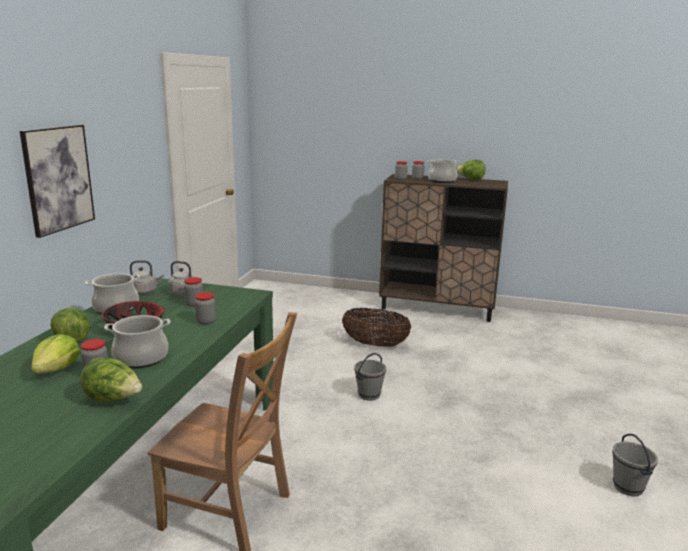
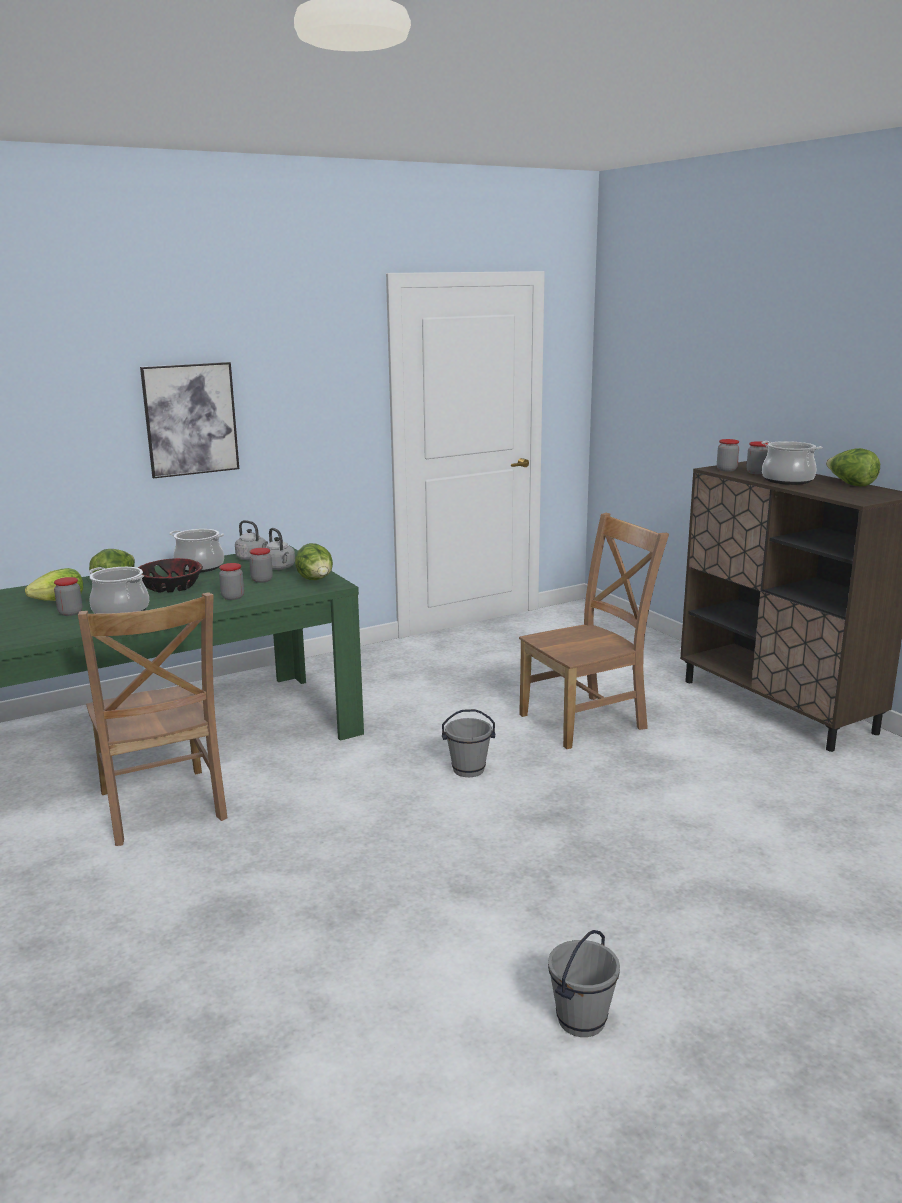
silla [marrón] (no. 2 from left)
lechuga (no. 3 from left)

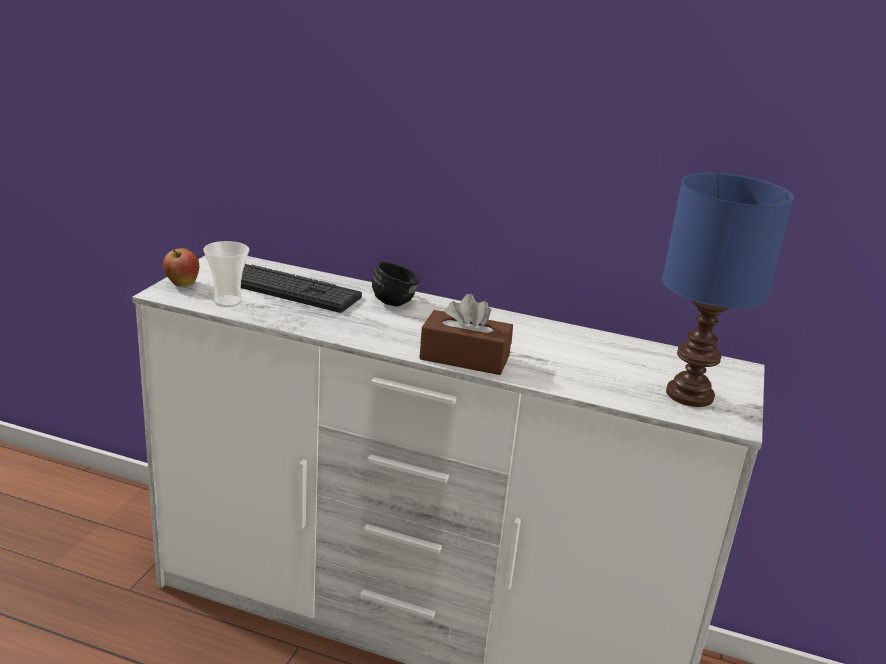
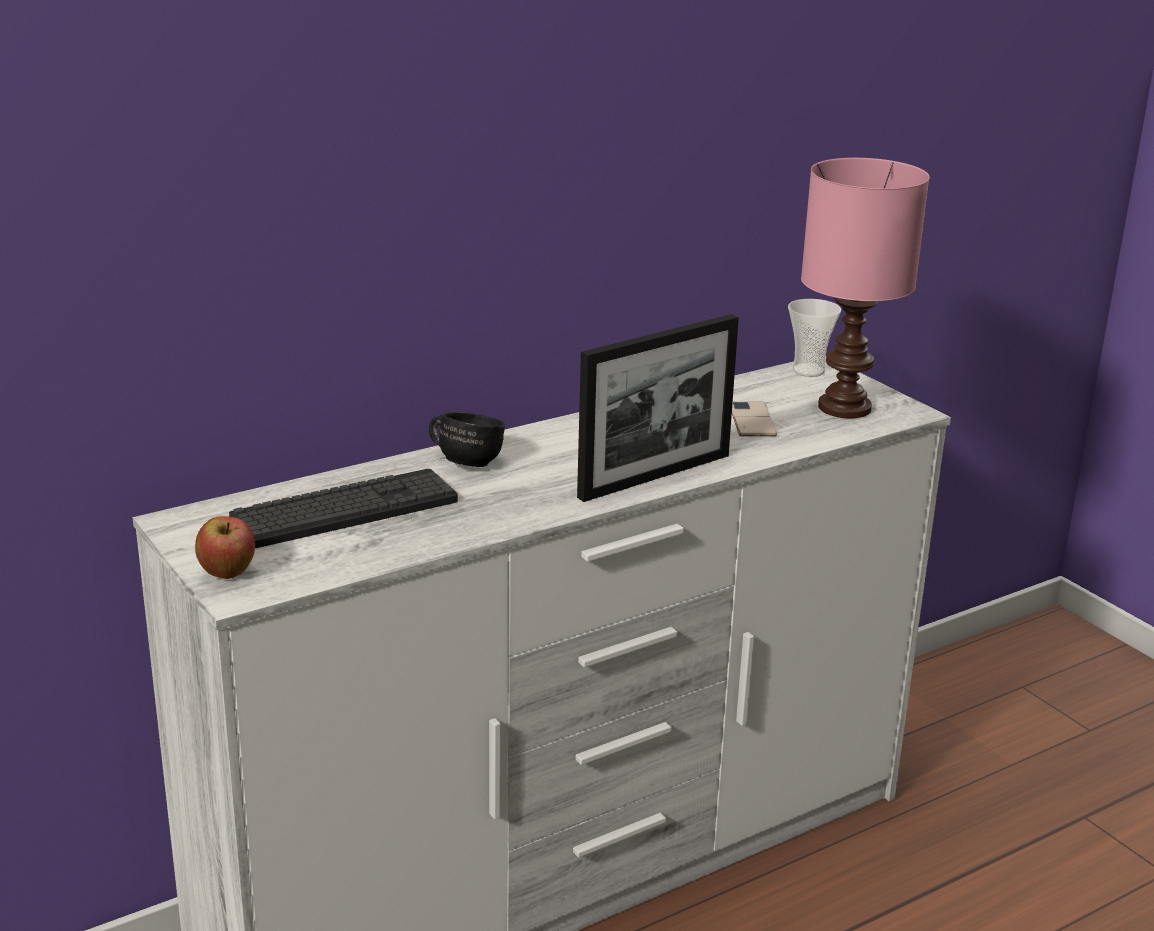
lámpara de mesa [rosa]
taza
portarretratos
móvil

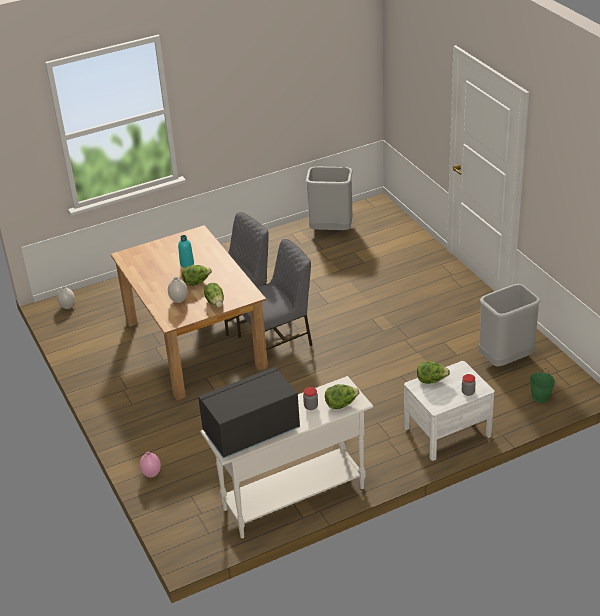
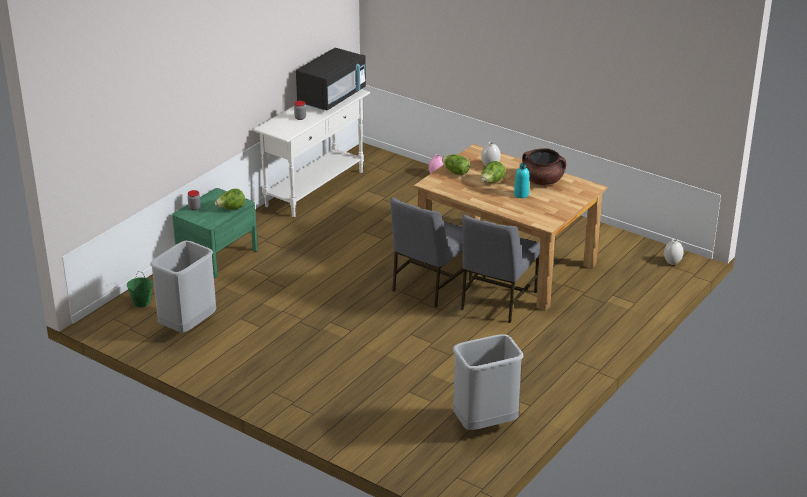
mesita de noche [verde]
lechuga (no. 3 from left in the first image)
olla [marrón]

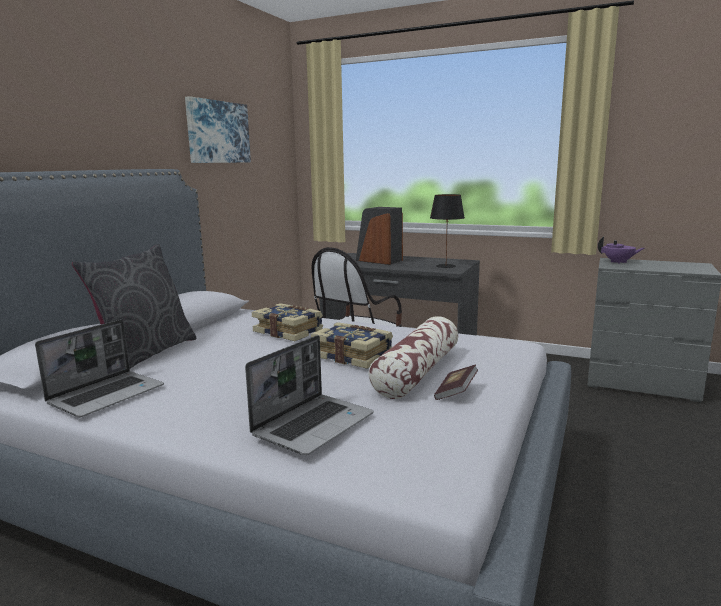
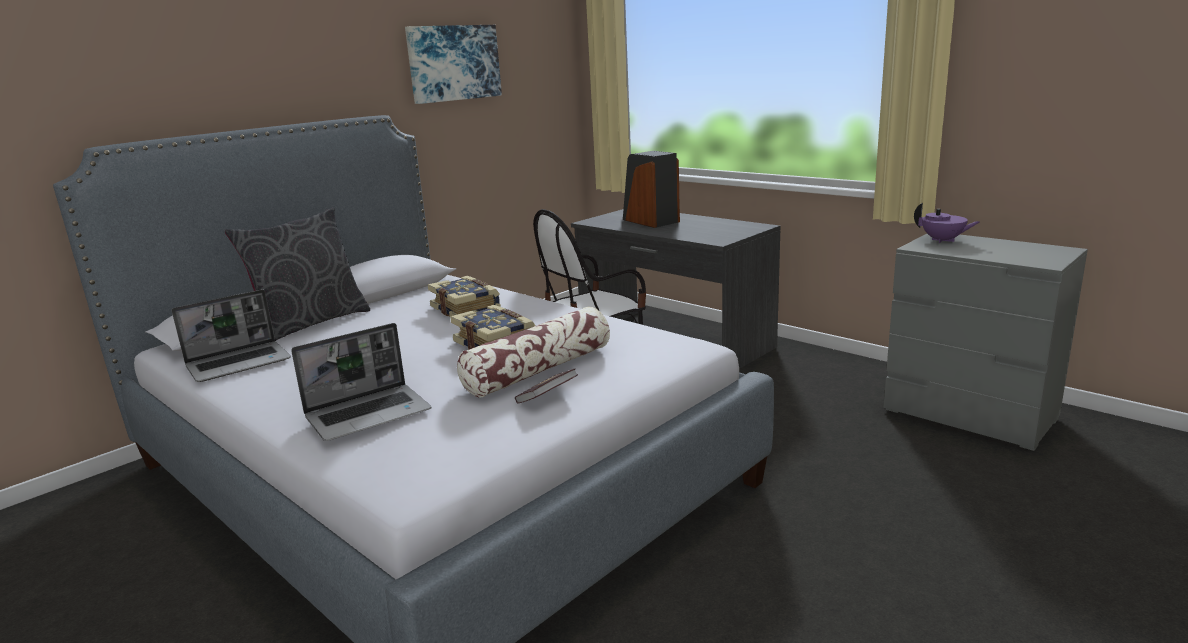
lámpara de mesa [negro]

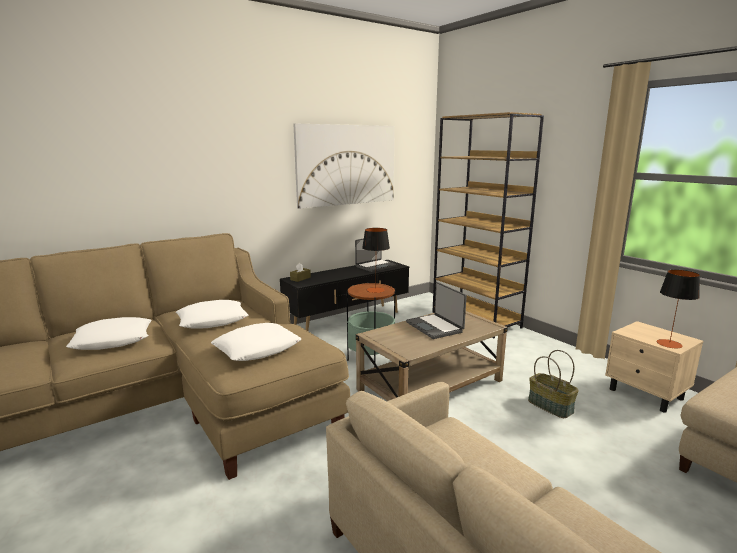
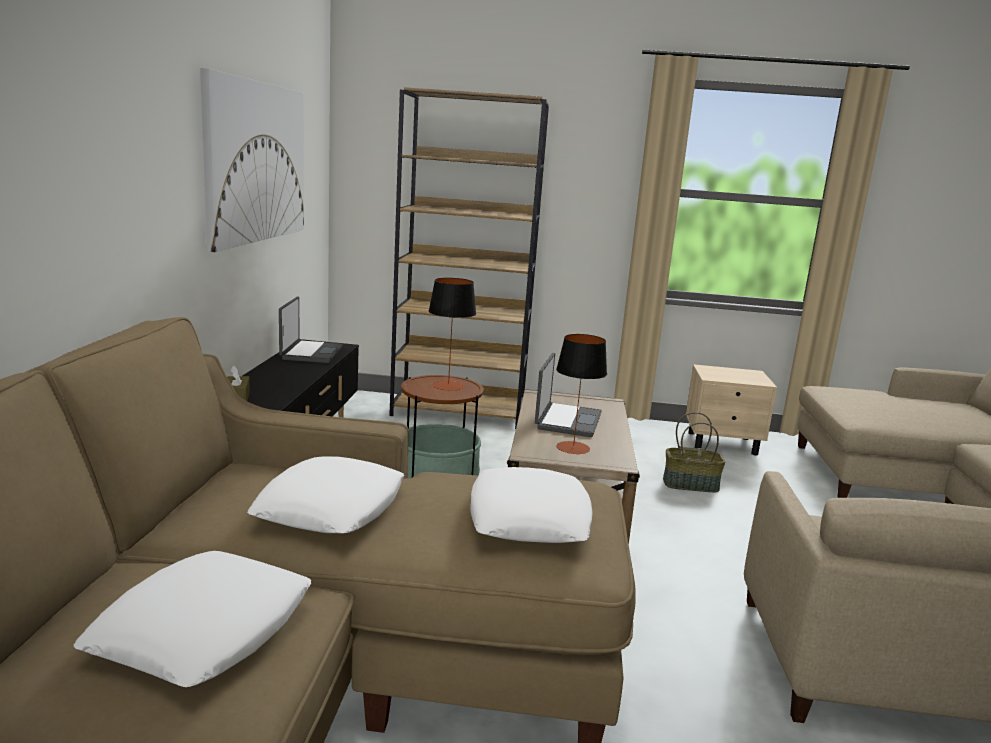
lámpara de mesa (no. 2 from left)
portátil (no. 2 from left)

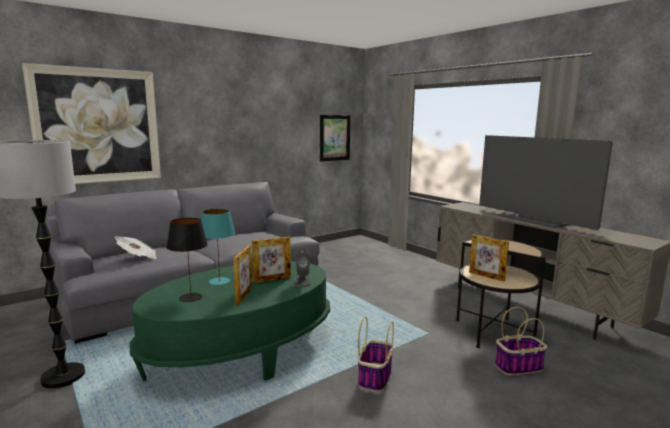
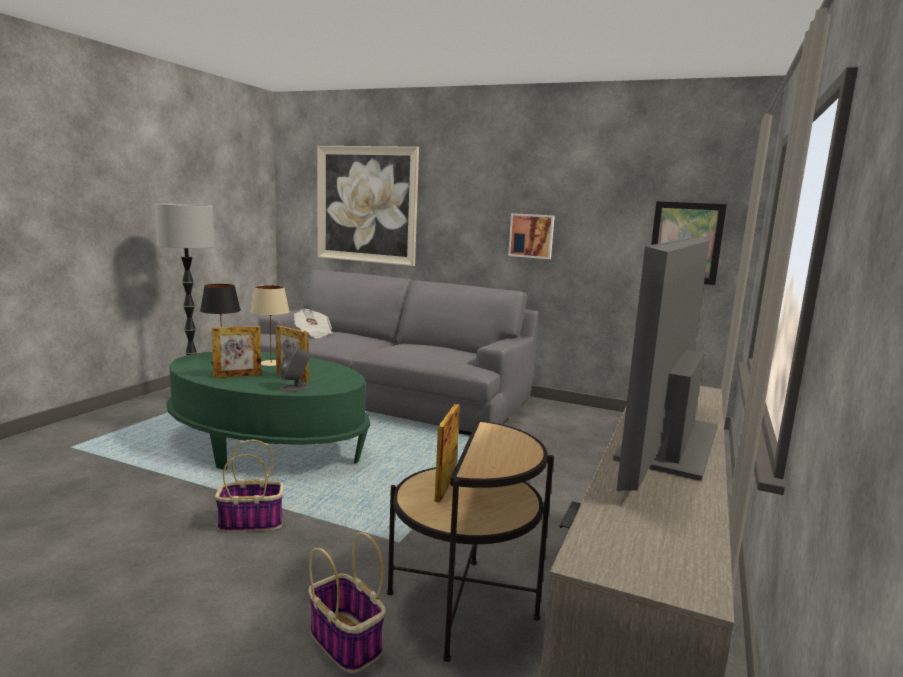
lámpara de mesa [beis]
cuadro (no. 2 from left)

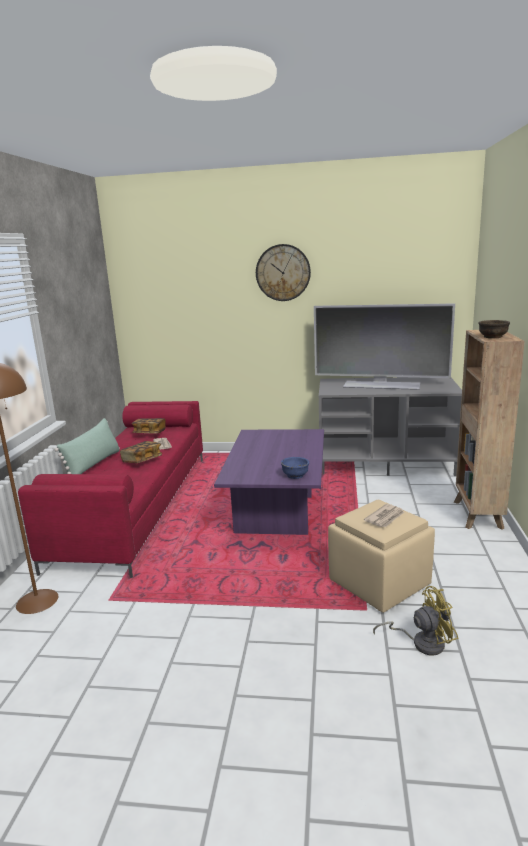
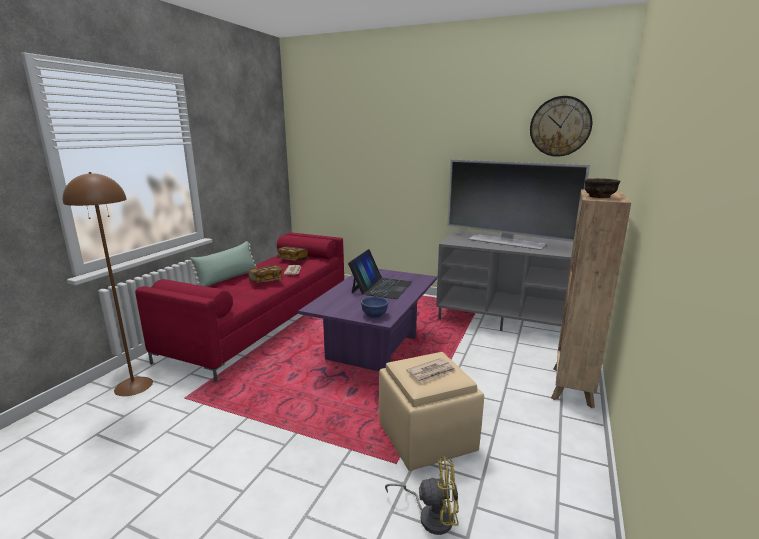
reloj de pared
portátil

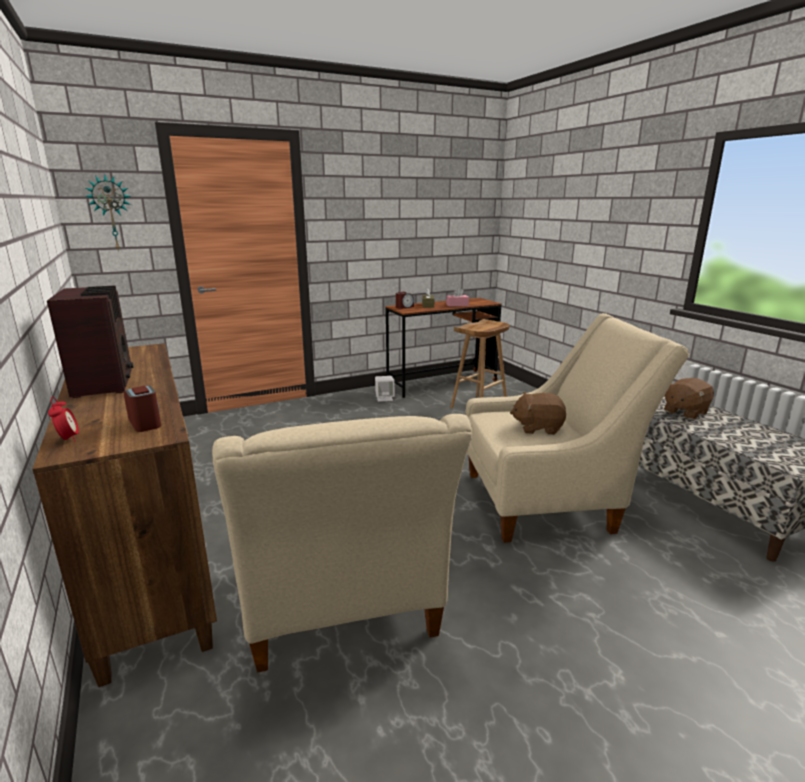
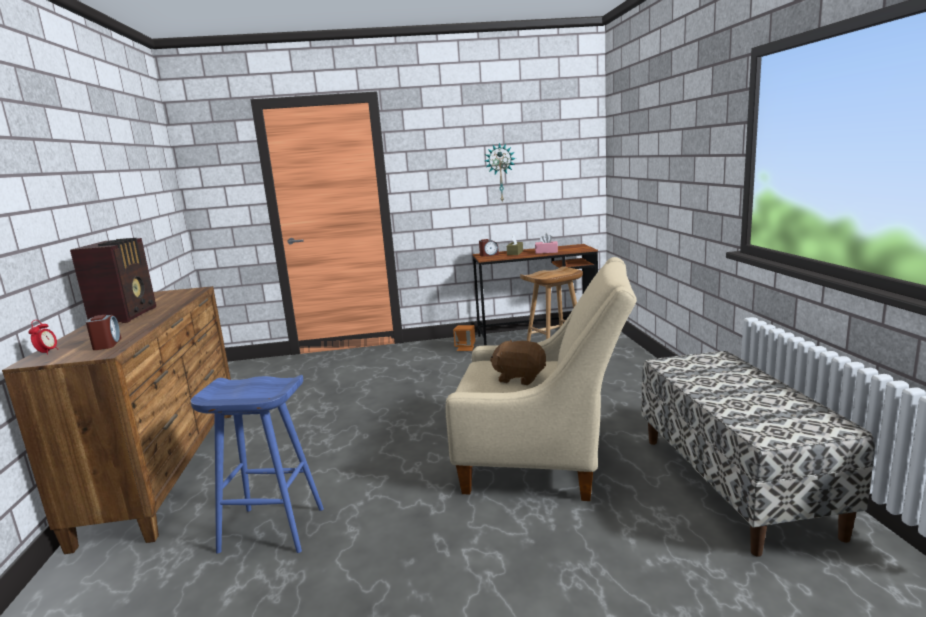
reloj de pared
altavoz [naranja]
peluche [marrón] (no. 2 from left in the first image)
taburete [azul]

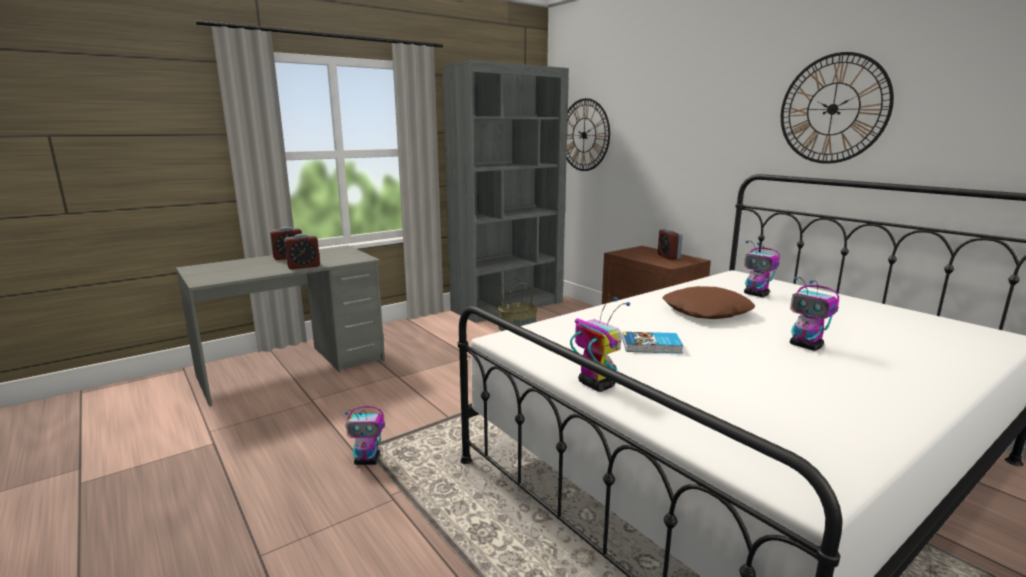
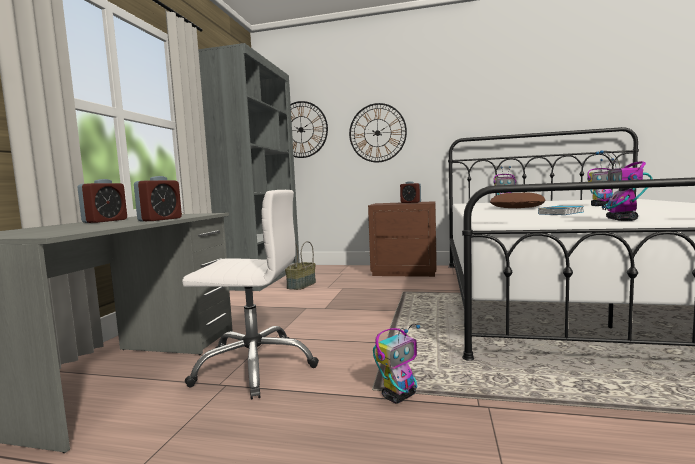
reloj de pared (no. 2 from left)
robot de juguete (no. 4 from left)
silla de oficina [blanco]

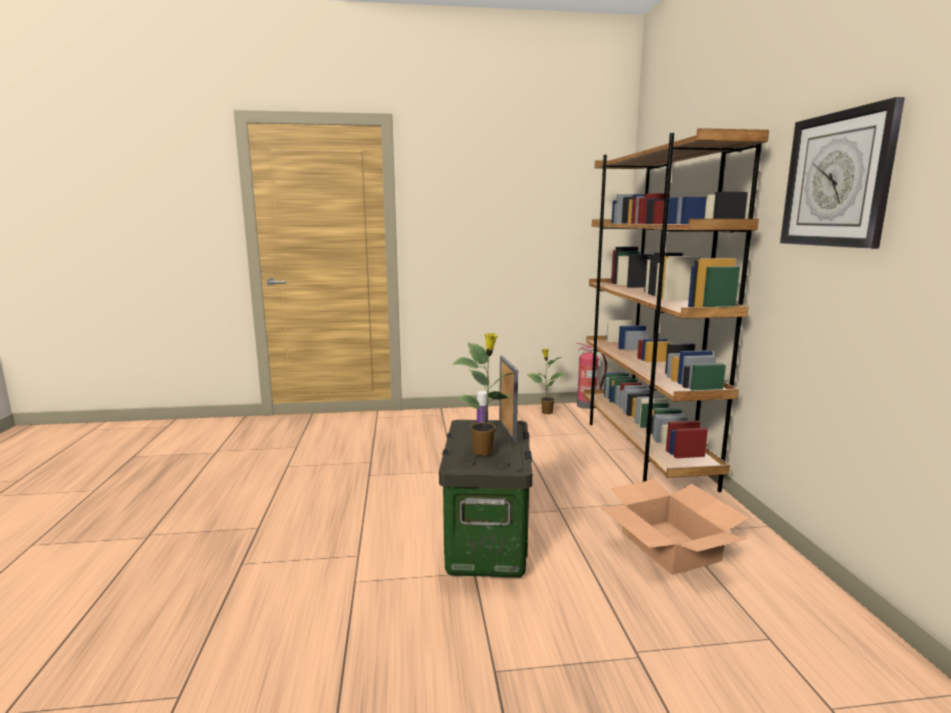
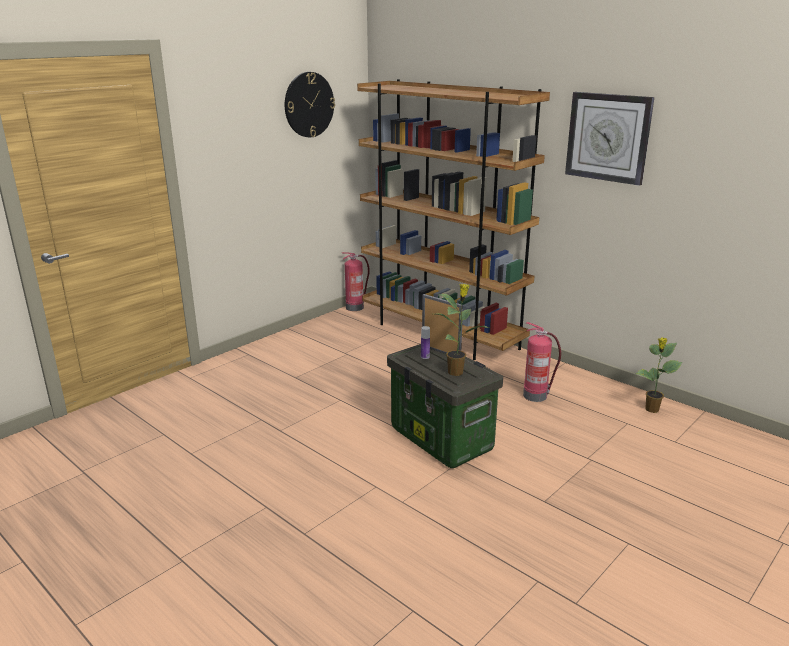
planta en maceta (no. 2 from left)
extintor (no. 2 from left)
reloj de pared (no. 1 from left)

